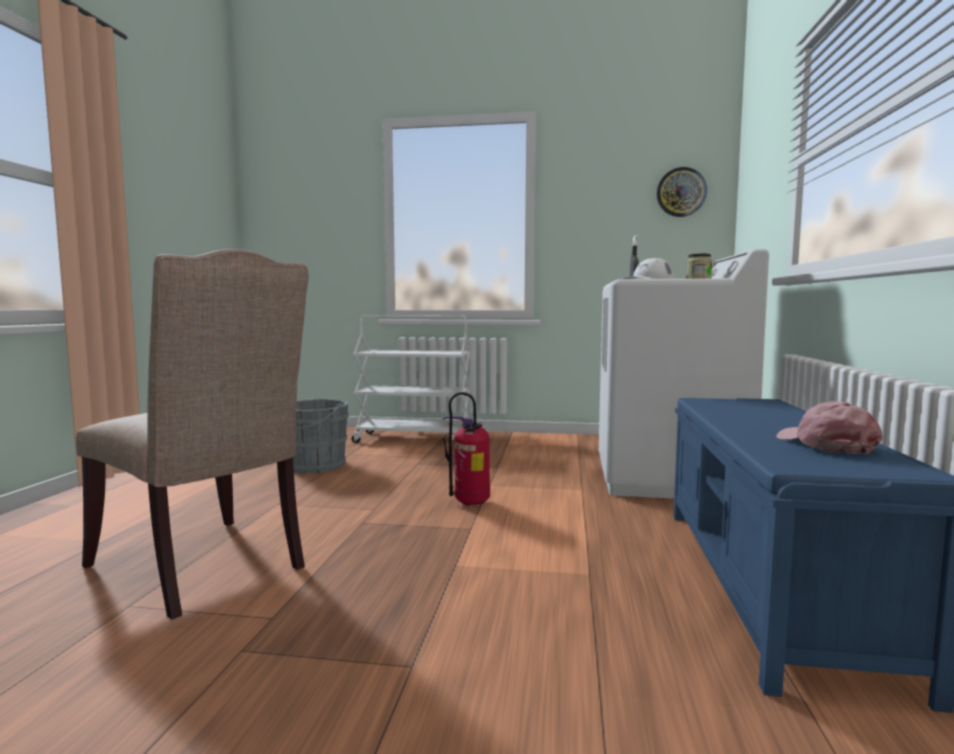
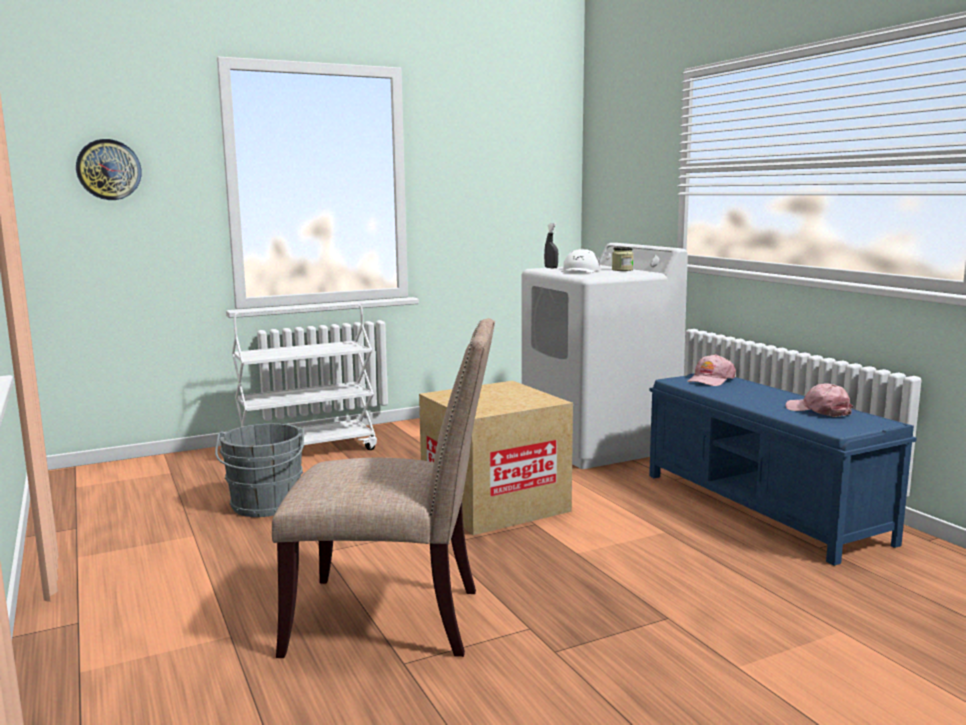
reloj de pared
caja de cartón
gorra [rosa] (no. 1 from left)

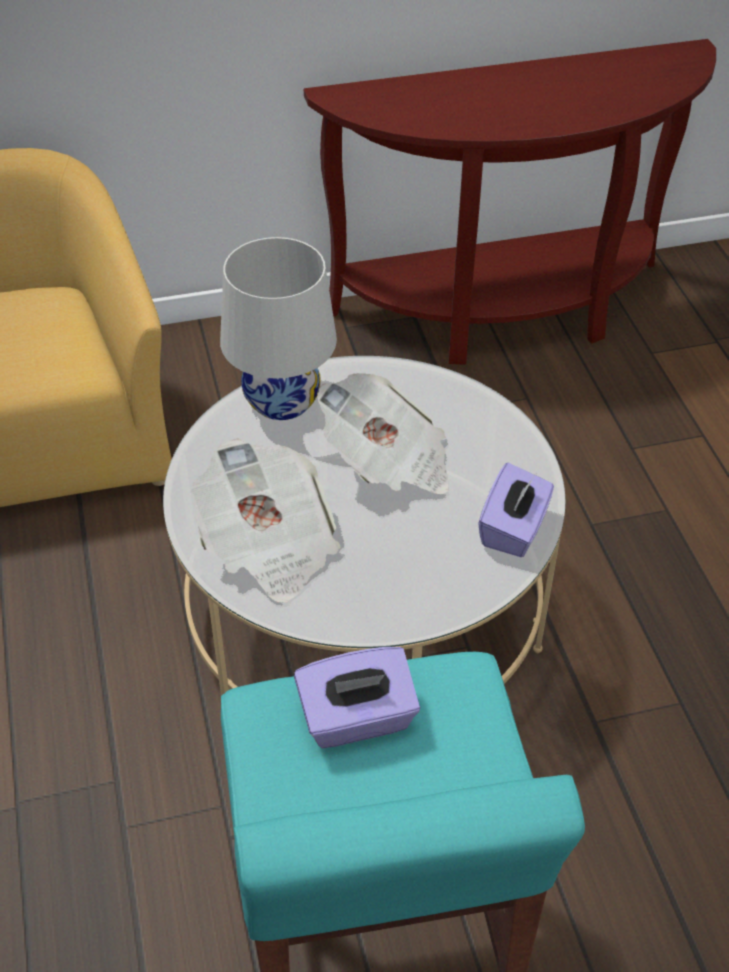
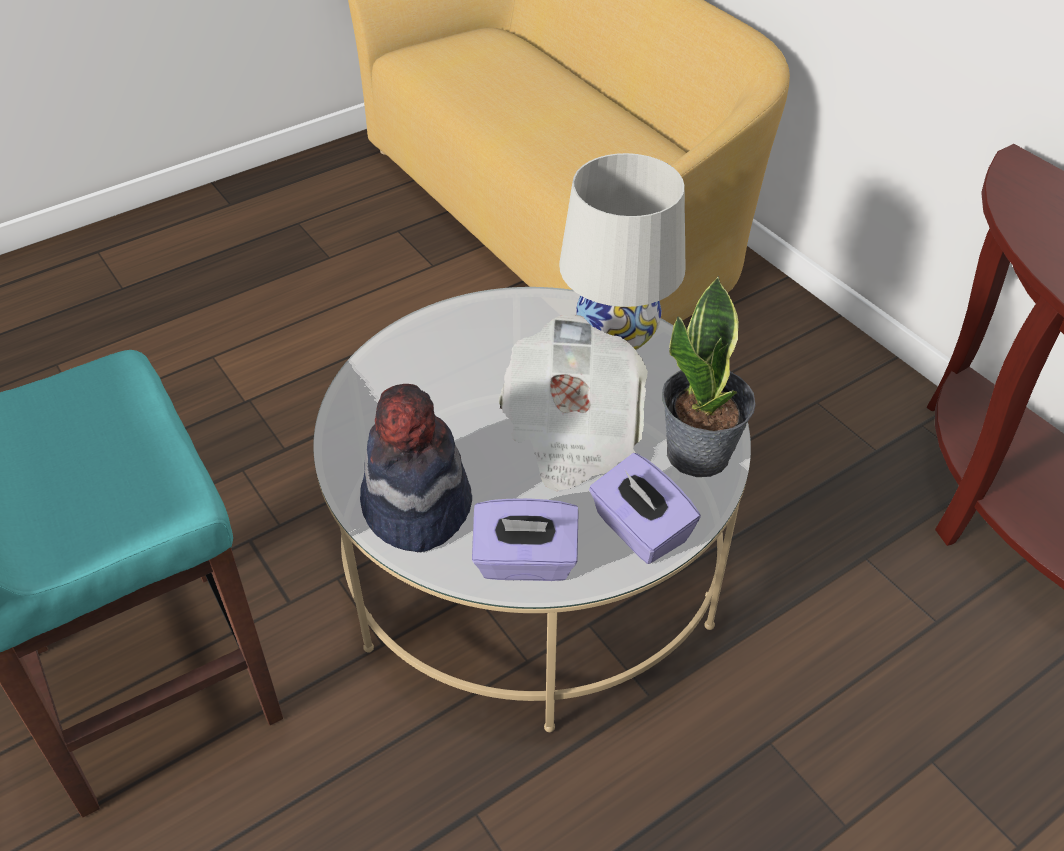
periódico (no. 1 from left in the first image)
caja de pañuelos [morado] (no. 2 from left)
planta en maceta
sombrero

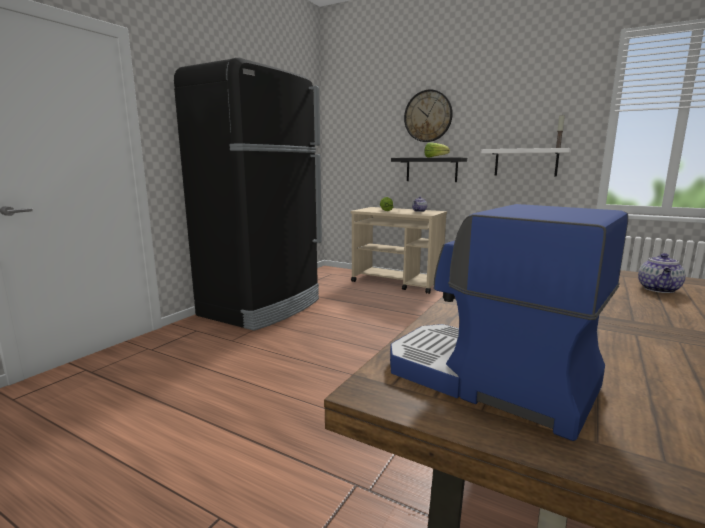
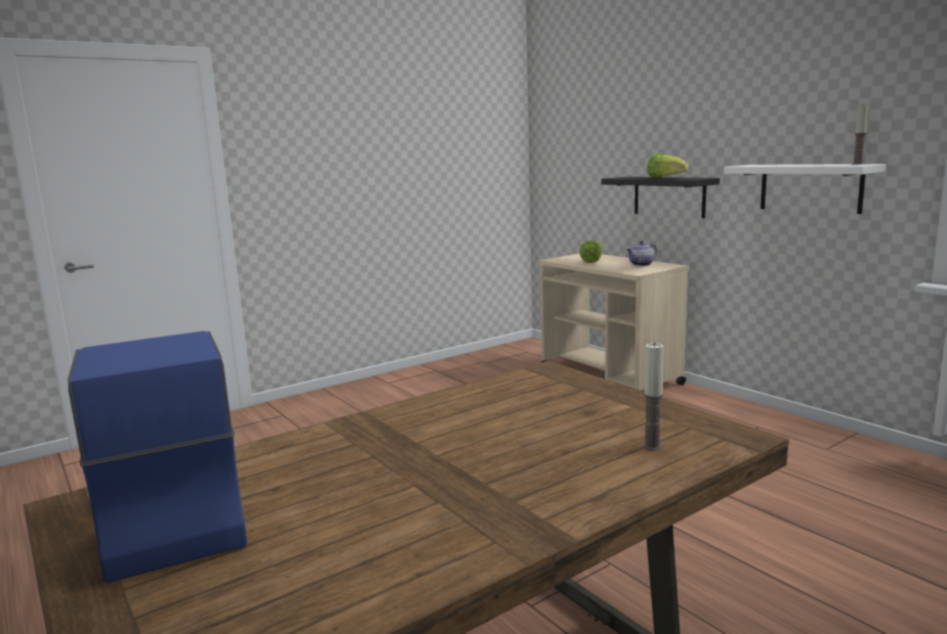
nevera [negro]
reloj de pared
vela (no. 1 from left)

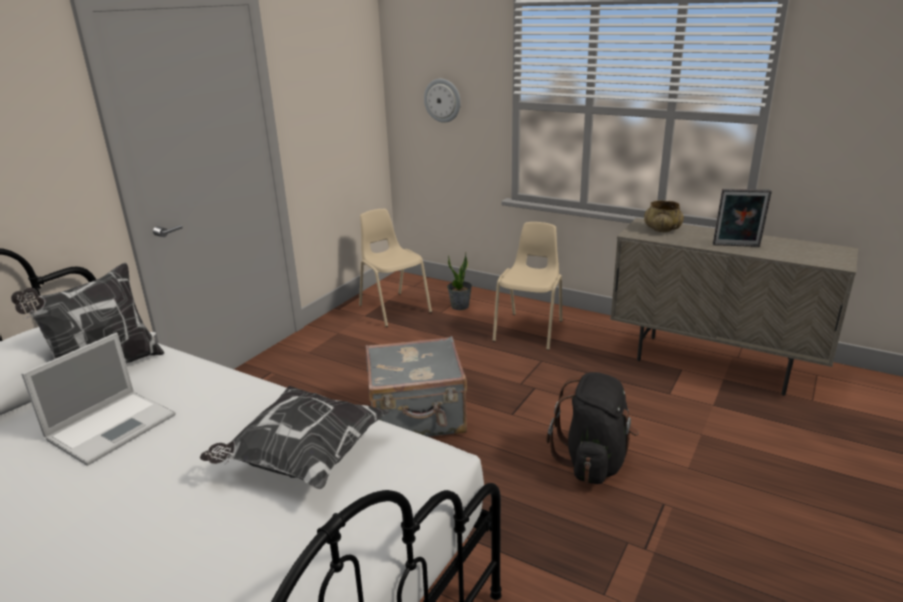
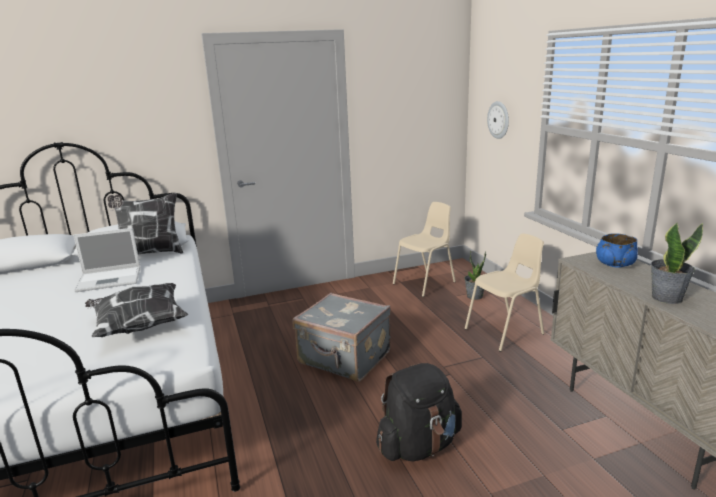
planta en maceta (no. 2 from left)
cuenco [azul]
silla [beis] (no. 1 from left)

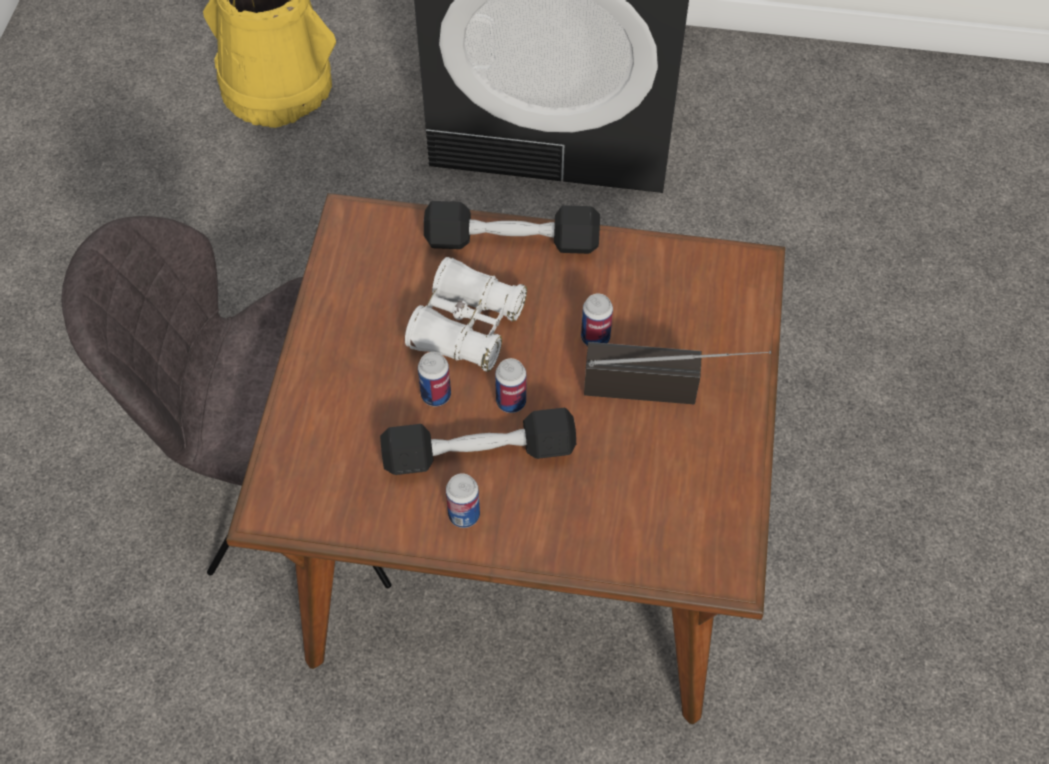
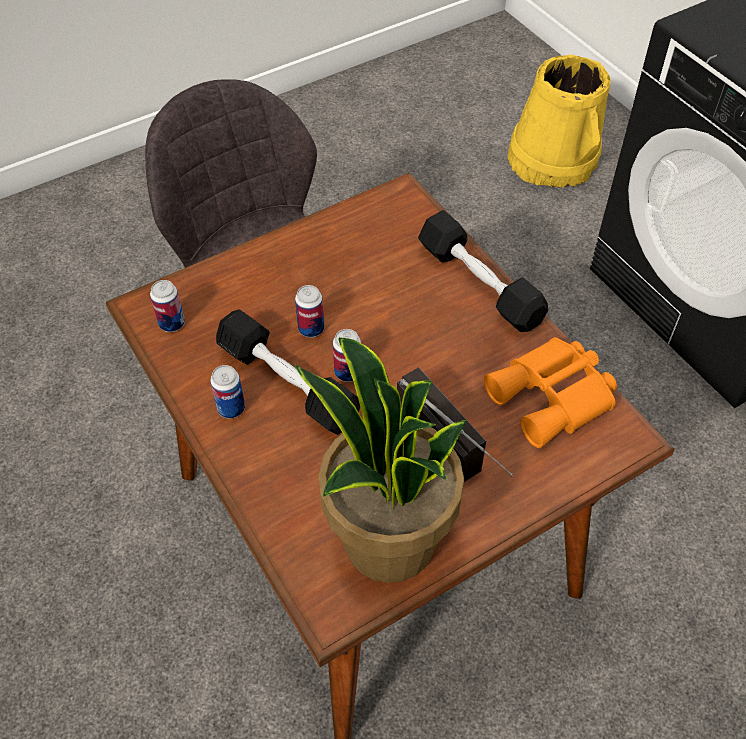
prismáticos [blanco]
lata (no. 1 from left)
planta en maceta
prismáticos [naranja]

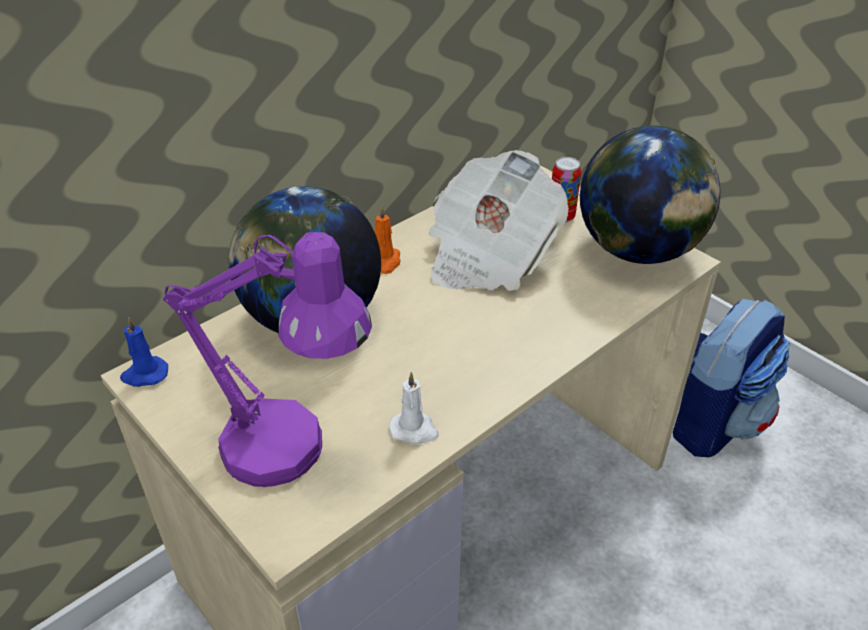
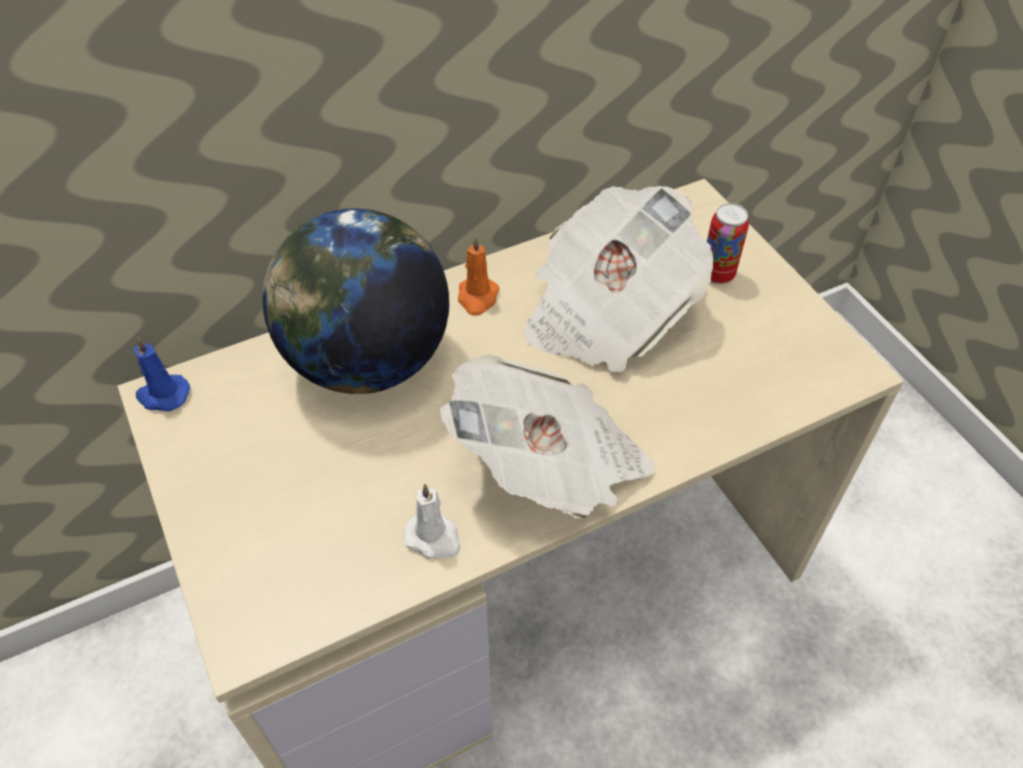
globo terráqueo (no. 2 from left in the first image)
lámpara de mesa [morado]
mochila
periódico (no. 1 from left)

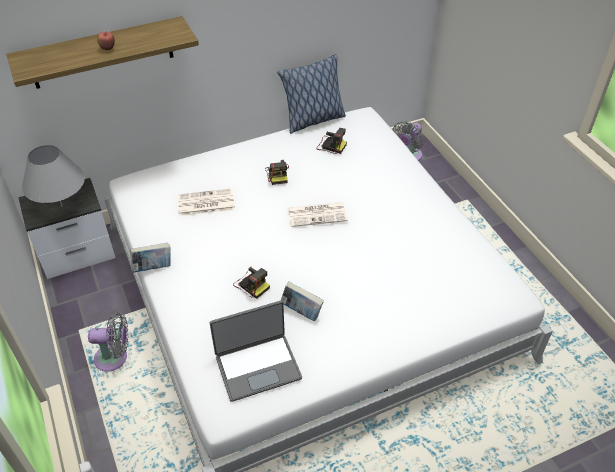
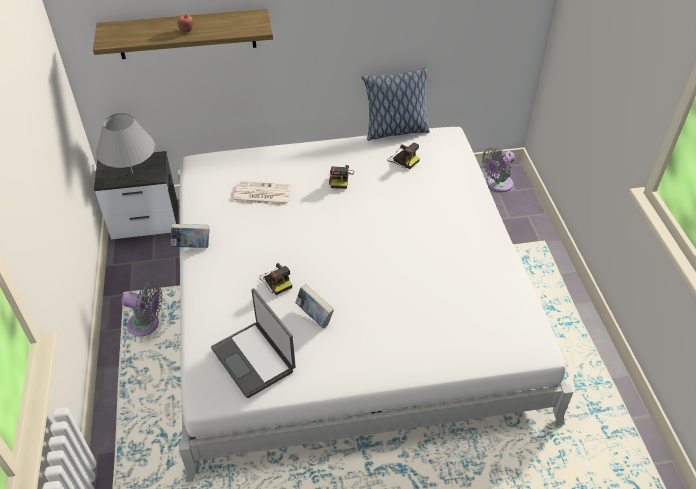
periódico (no. 2 from left in the first image)
portátil

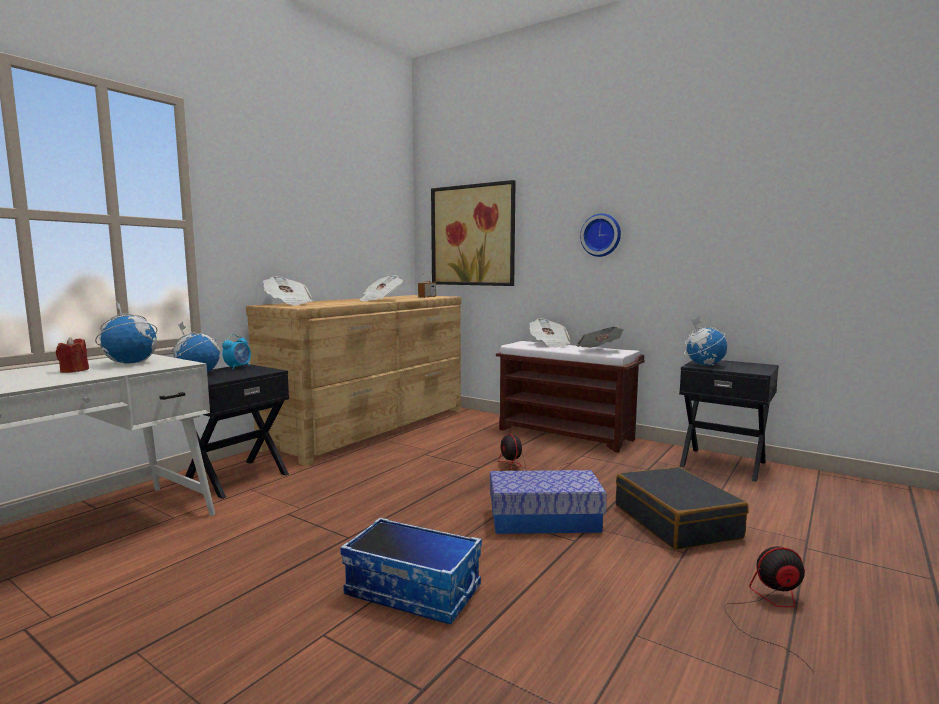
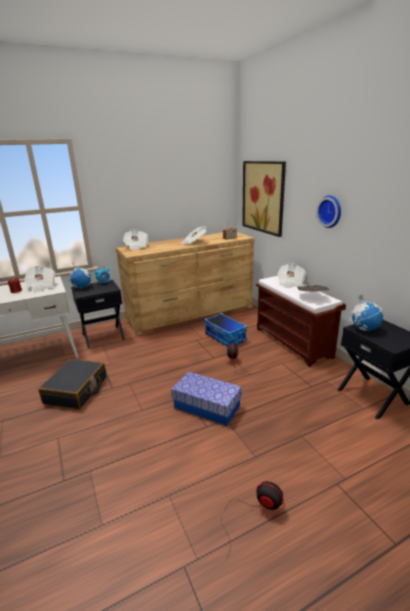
periódico (no. 1 from left)
maleta [negro]
caja de almacenaje (no. 2 from left)

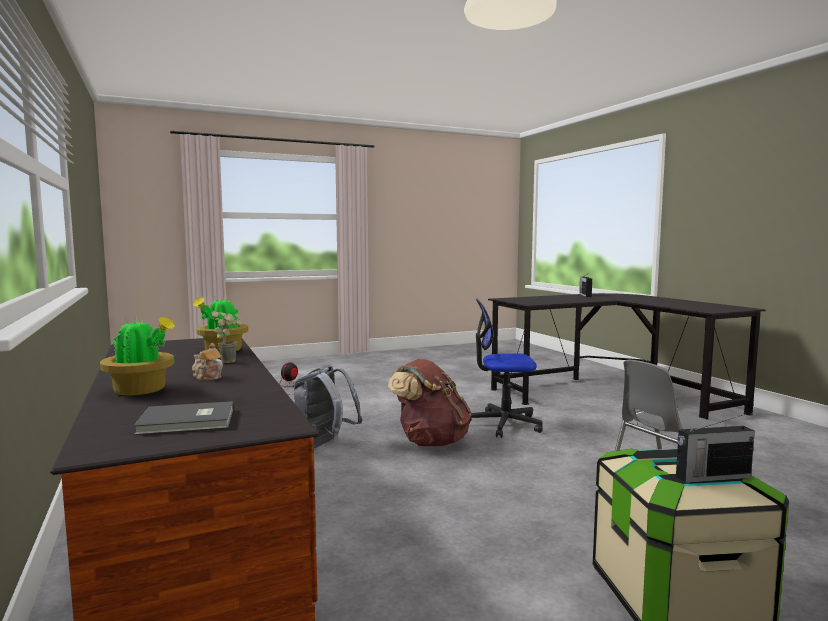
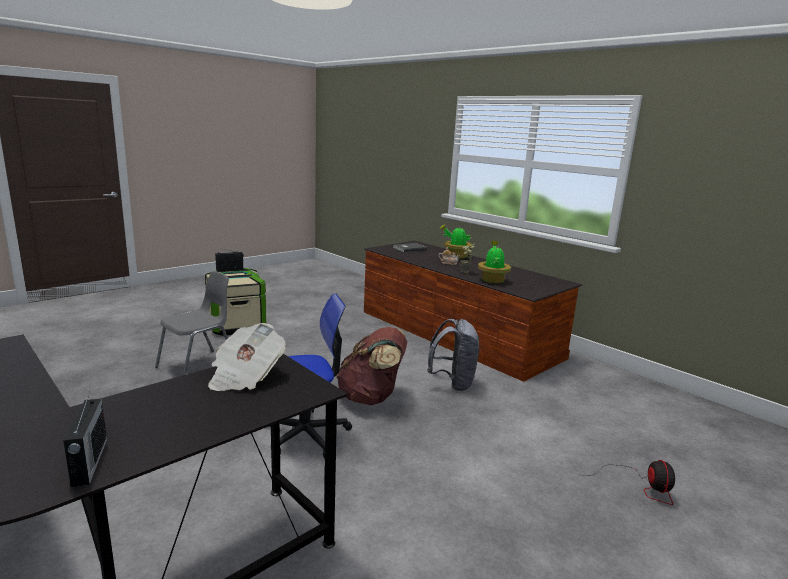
periódico

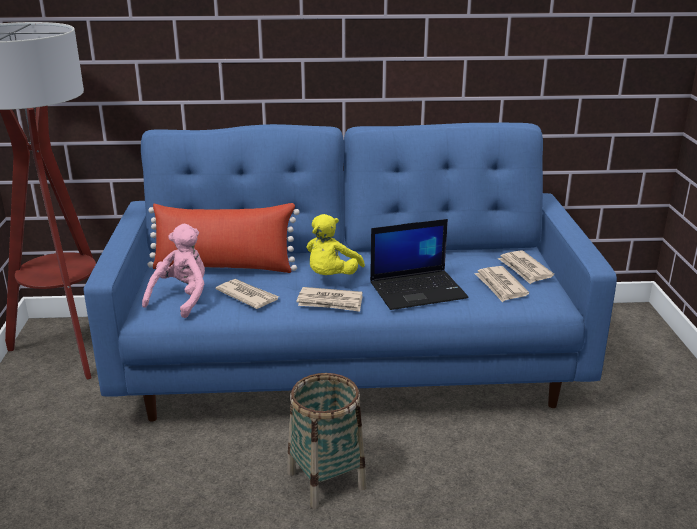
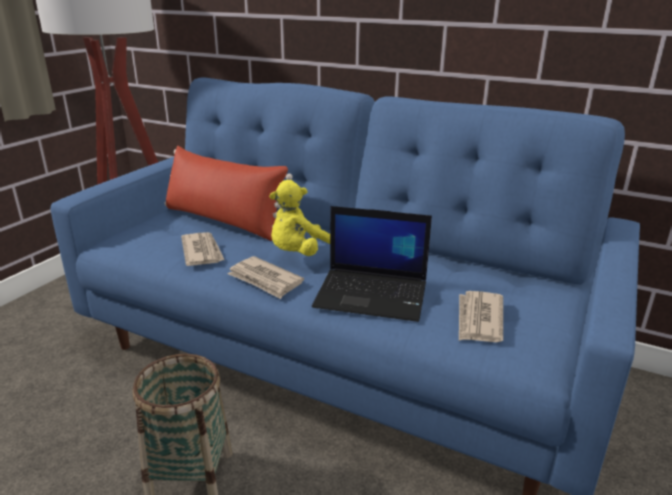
peluche [rosa]
periódico (no. 4 from left in the first image)

